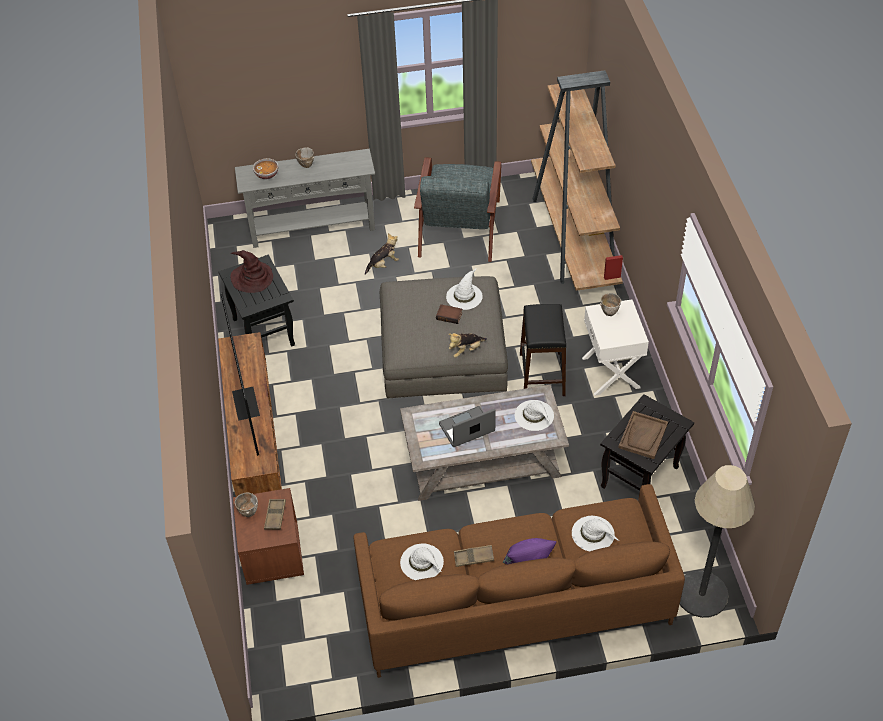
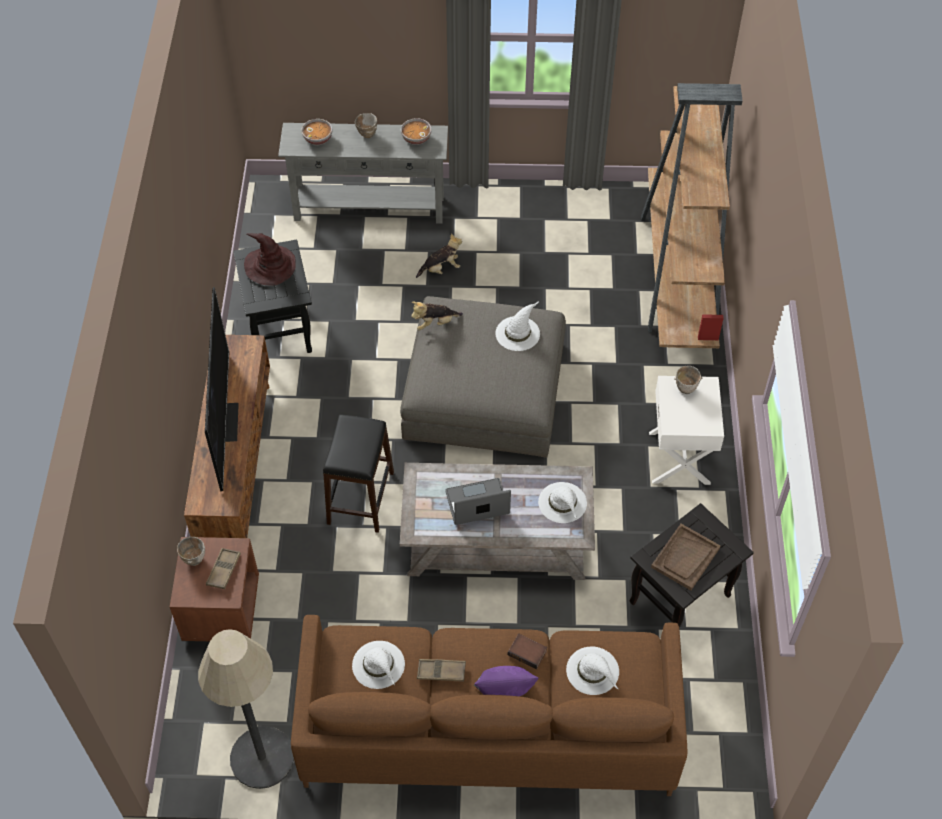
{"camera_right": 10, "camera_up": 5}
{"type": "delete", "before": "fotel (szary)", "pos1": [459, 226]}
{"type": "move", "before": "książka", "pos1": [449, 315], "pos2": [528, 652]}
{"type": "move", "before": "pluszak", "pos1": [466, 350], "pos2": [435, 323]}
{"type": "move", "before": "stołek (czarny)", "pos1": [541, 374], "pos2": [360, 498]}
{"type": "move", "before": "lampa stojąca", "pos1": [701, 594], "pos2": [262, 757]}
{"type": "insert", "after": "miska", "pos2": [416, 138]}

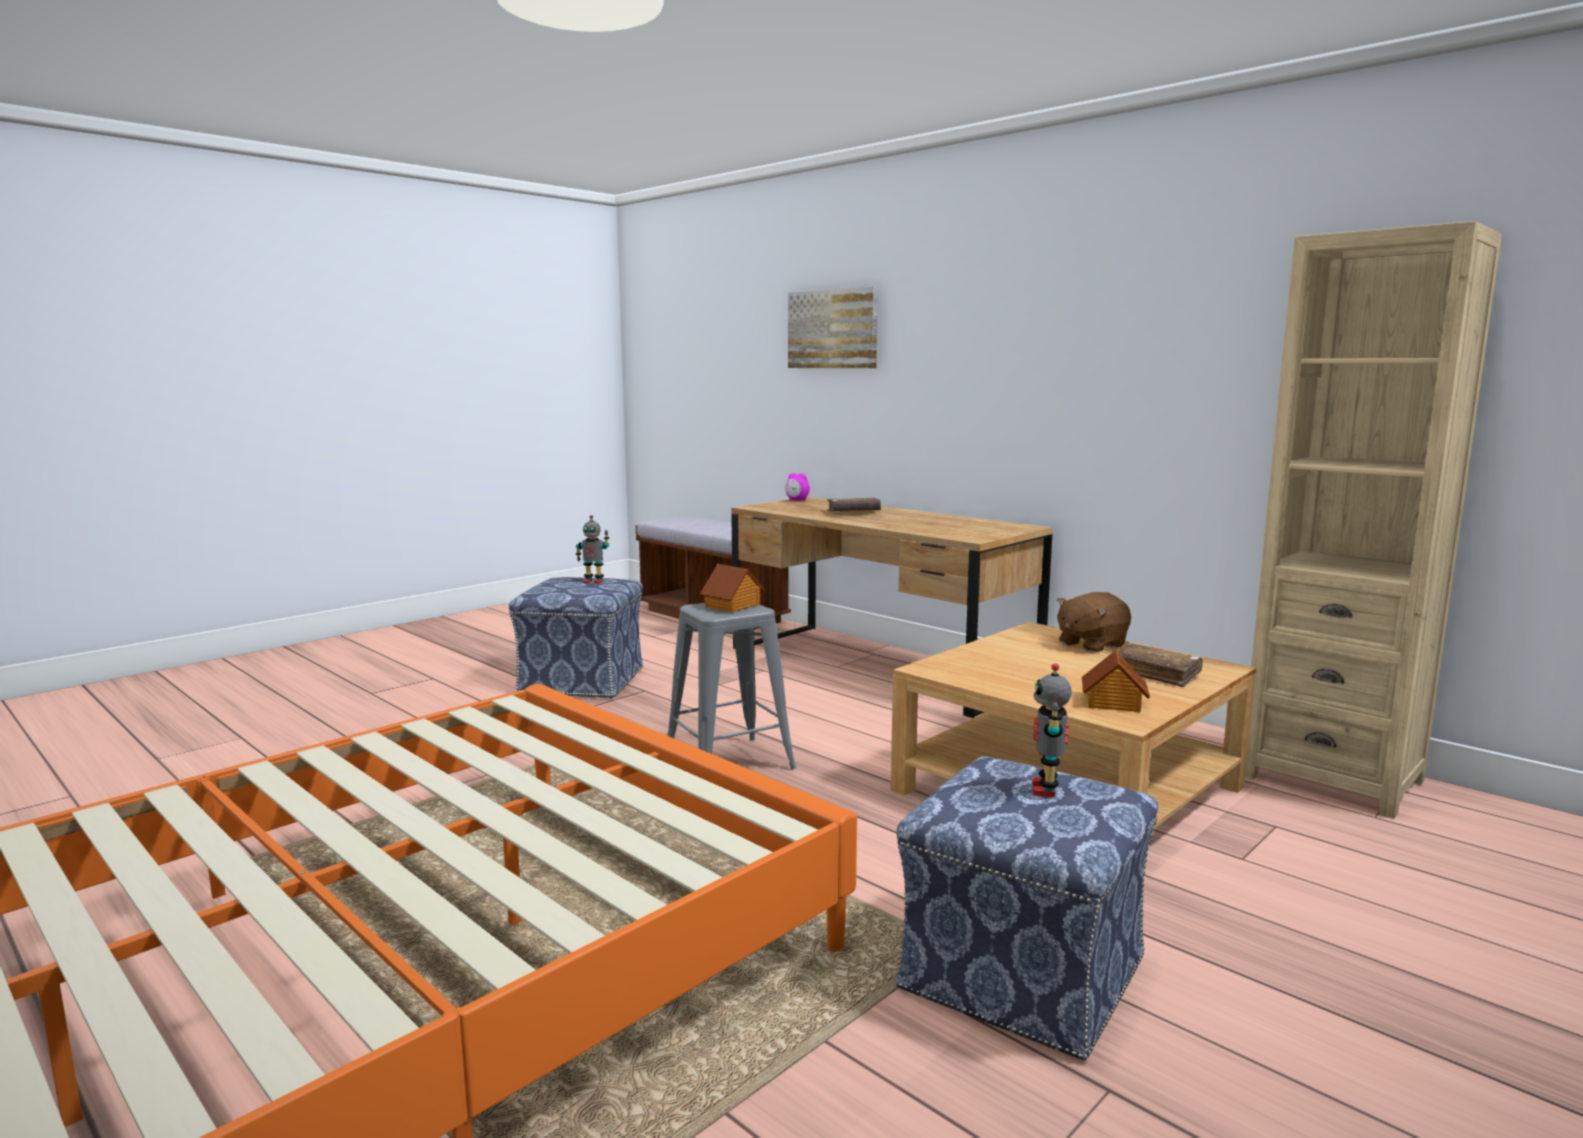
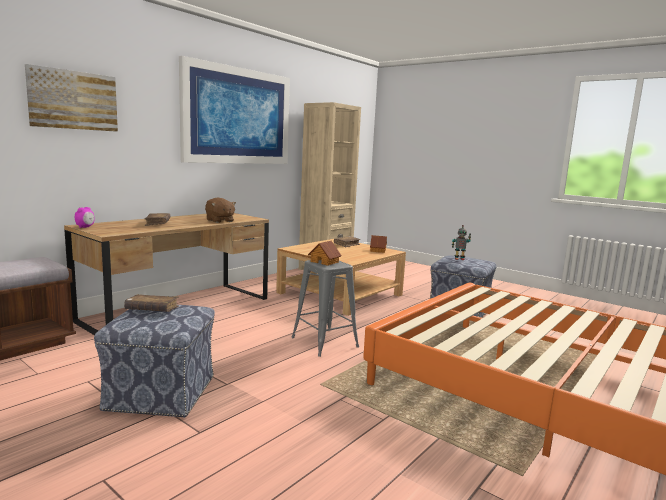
{"camera_right": -95, "camera_up": 0}
{"type": "replace", "before": "robot zabawkowy", "after": "książka (brązowy)", "pos1": [593, 581], "pos2": [152, 310]}
{"type": "move", "before": "pluszak (brązowy)", "pos1": [1090, 644], "pos2": [219, 221]}
{"type": "insert", "after": "obraz", "pos2": [238, 116]}

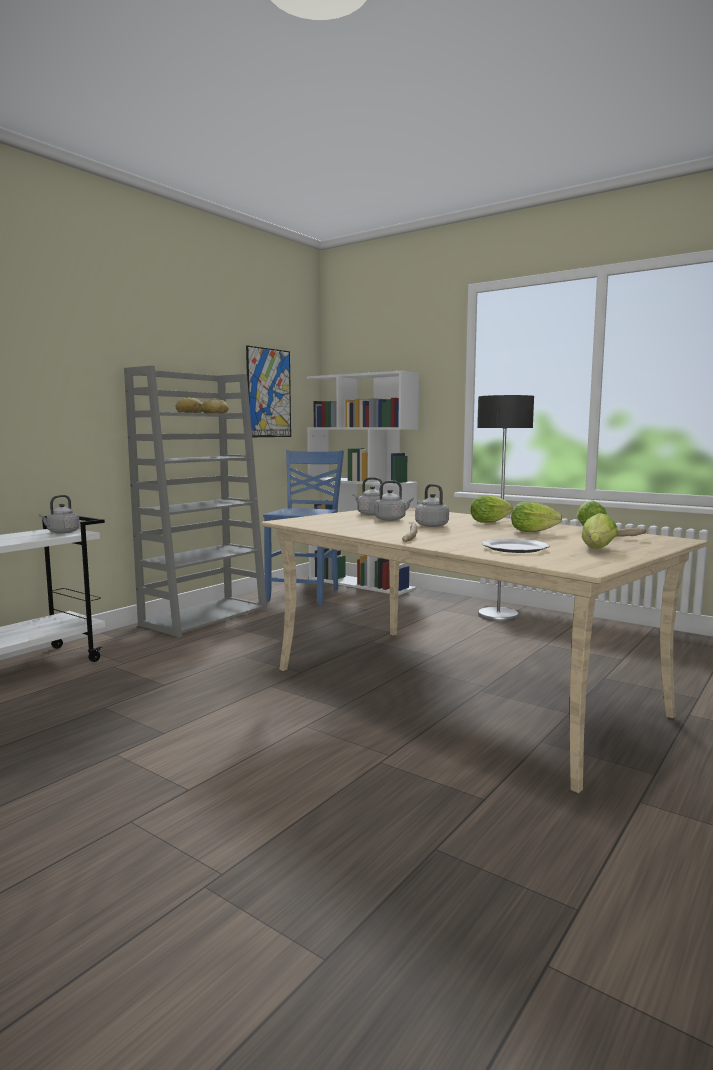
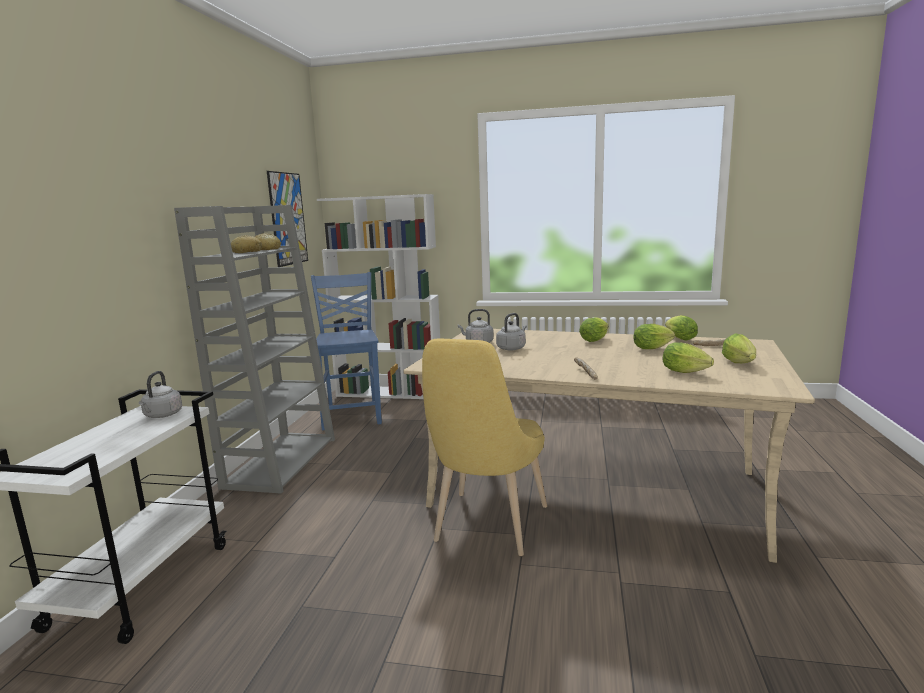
{"camera_right": -25, "camera_up": 5}
{"type": "delete", "before": "czajnik (szary)", "pos1": [430, 525]}
{"type": "delete", "before": "lampa stojąca", "pos1": [498, 615]}
{"type": "replace", "before": "talerz", "after": "sałata", "pos1": [515, 548], "pos2": [687, 372]}
{"type": "insert", "after": "krzesło (żółty)", "pos2": [487, 528]}

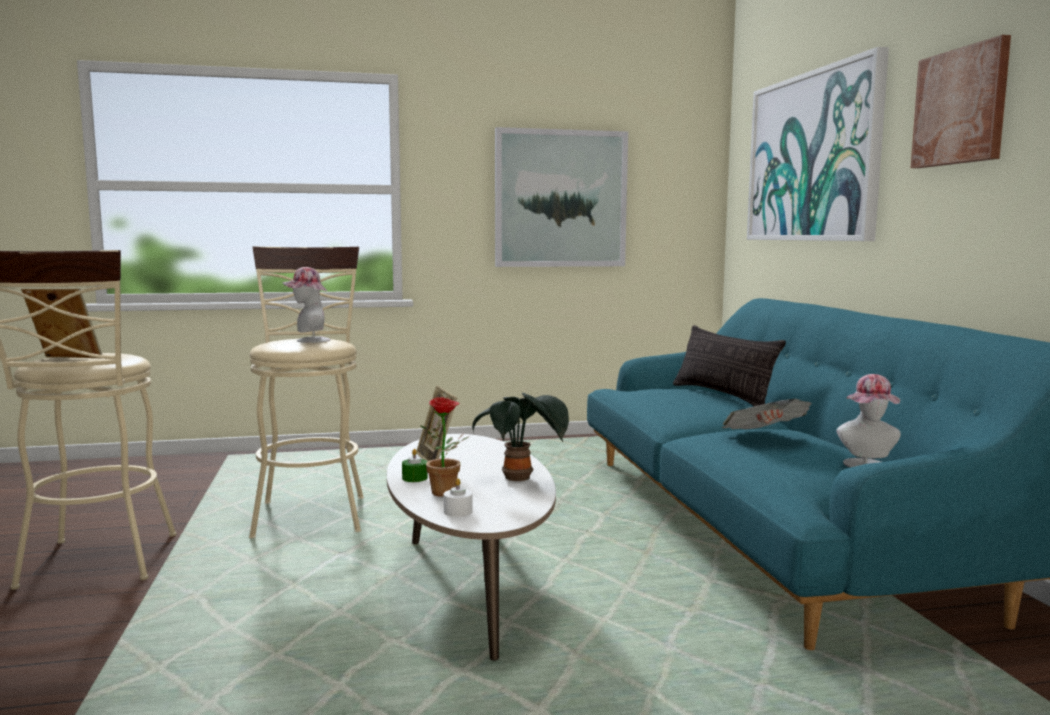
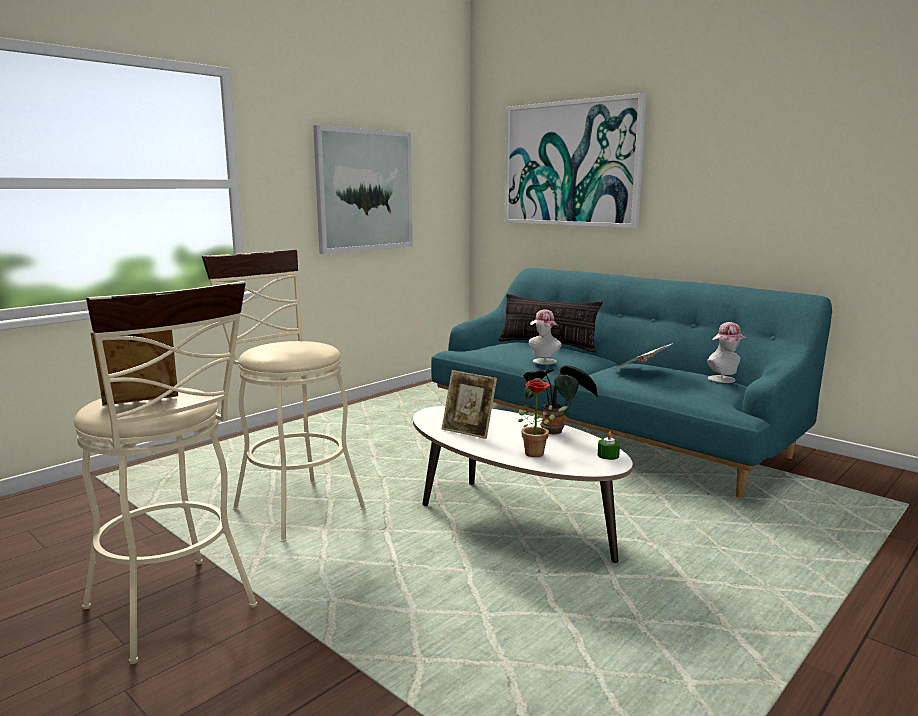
{"camera_right": -35, "camera_up": 5}
{"type": "move", "before": "kapelusz", "pos1": [308, 340], "pos2": [543, 362]}
{"type": "move", "before": "świeca (zielony)", "pos1": [414, 478], "pos2": [608, 455]}
{"type": "delete", "before": "świeca (biały)", "pos1": [458, 511]}
{"type": "delete", "before": "obraz", "pos1": [960, 107]}

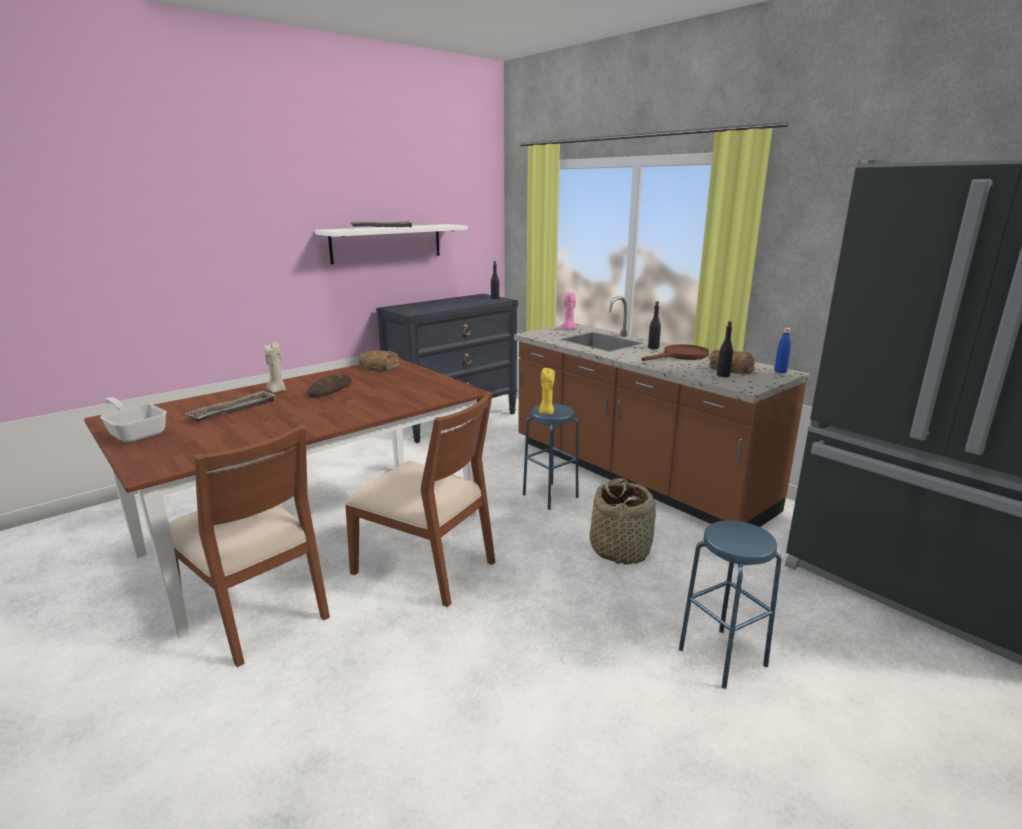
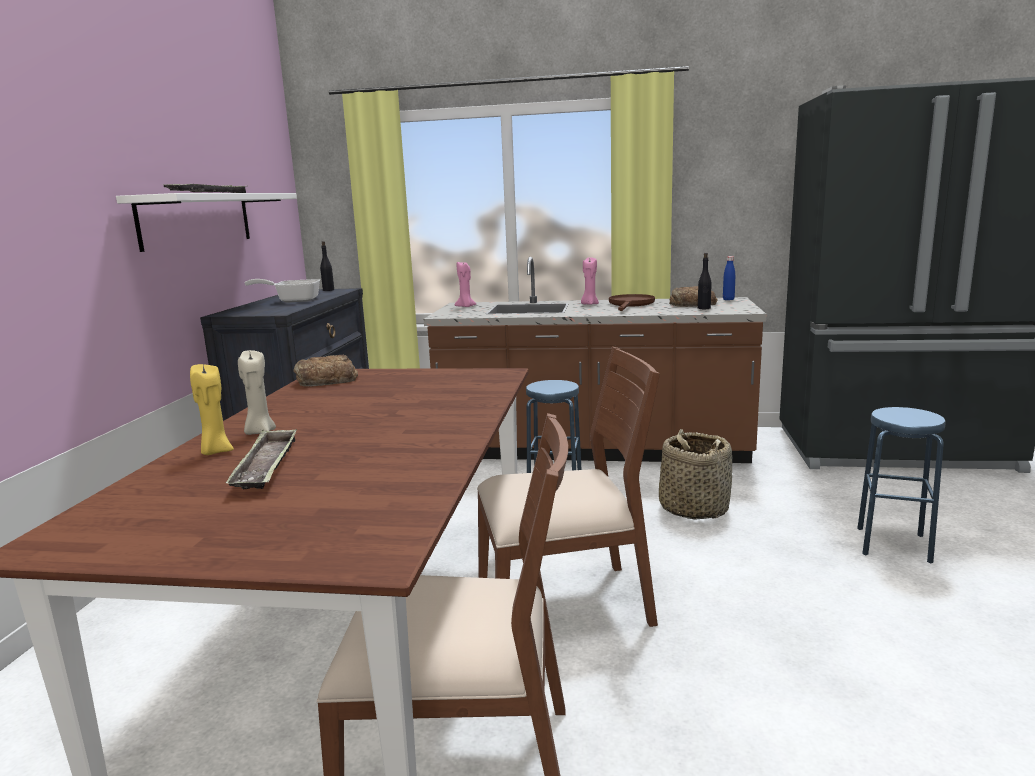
{"camera_right": -40, "camera_up": -5}
{"type": "move", "before": "patelnia", "pos1": [136, 433], "pos2": [293, 300]}
{"type": "delete", "before": "chleb", "pos1": [330, 389]}
{"type": "move", "before": "świeca (żółty)", "pos1": [546, 413], "pos2": [216, 451]}
{"type": "replace", "before": "butelka (czarny)", "after": "świeca (różowy)", "pos1": [653, 348], "pos2": [589, 304]}

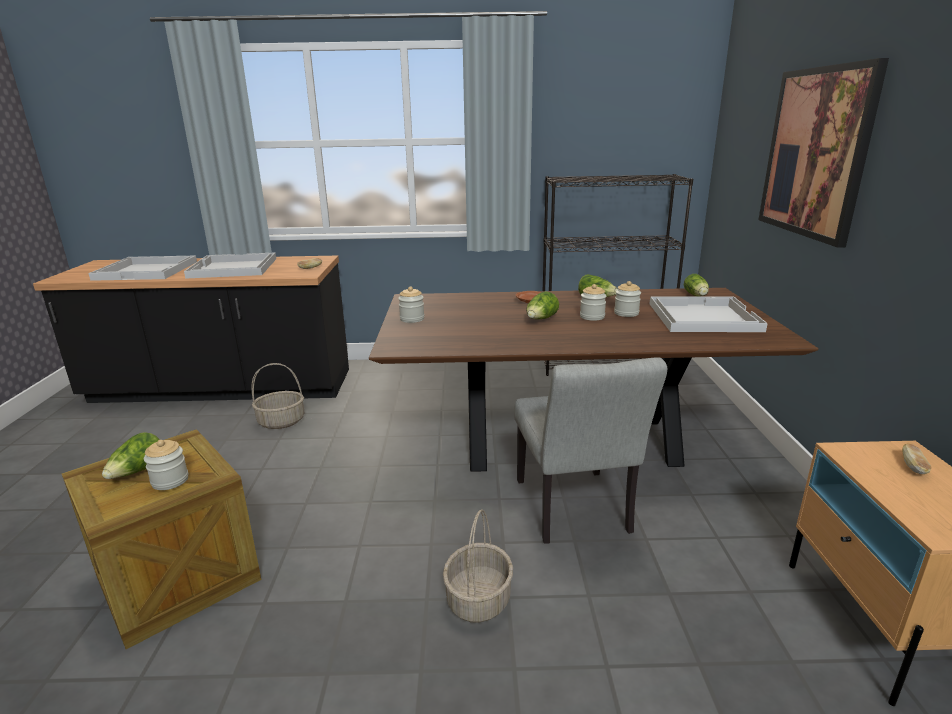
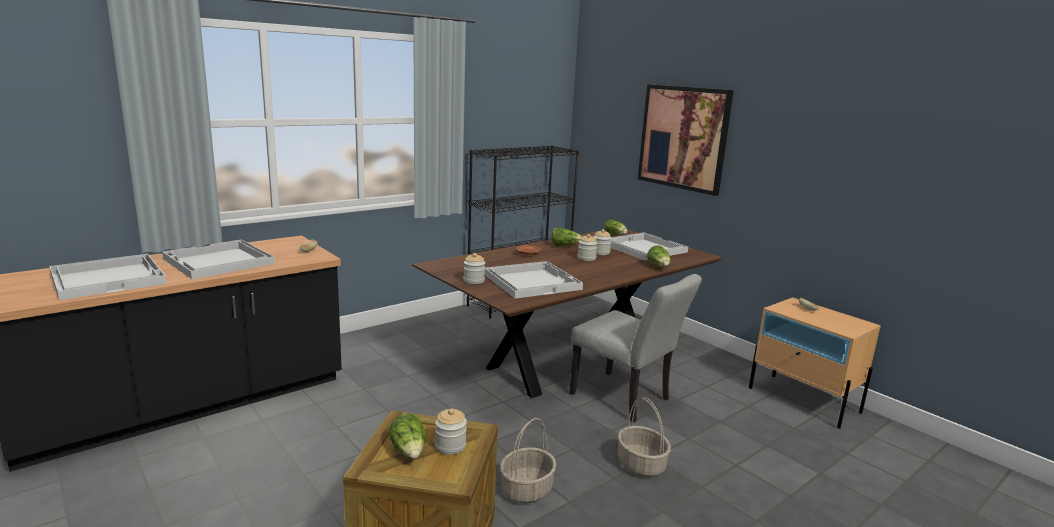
{"camera_right": -40, "camera_up": -5}
{"type": "move", "before": "koszyk", "pos1": [281, 422], "pos2": [527, 490]}
{"type": "move", "before": "sałata", "pos1": [541, 319], "pos2": [659, 267]}
{"type": "insert", "after": "taca (biały)", "pos2": [532, 281]}

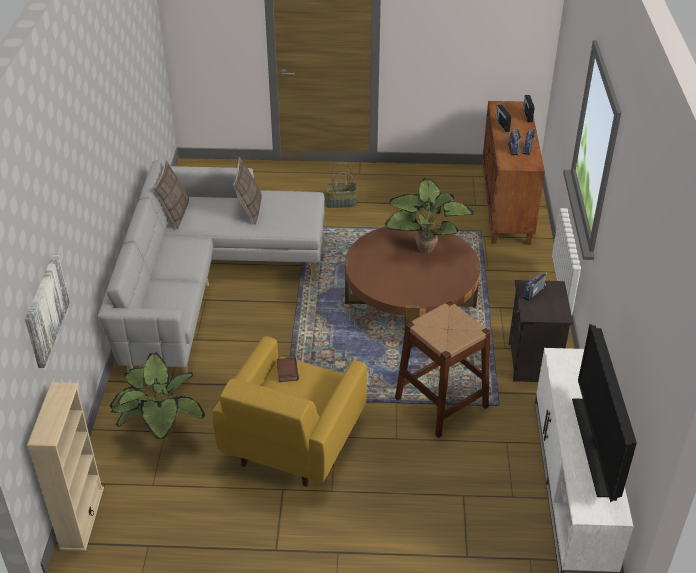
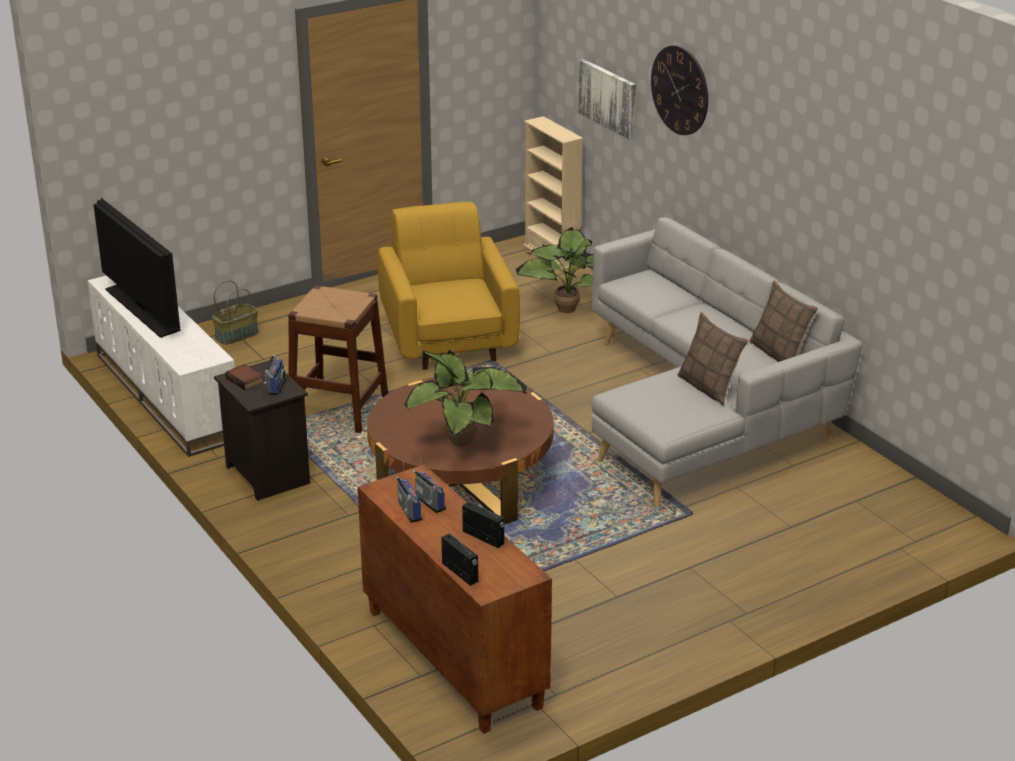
{"camera_right": 145, "camera_up": -10}
{"type": "move", "before": "książka", "pos1": [286, 371], "pos2": [246, 380]}
{"type": "move", "before": "koszyk", "pos1": [341, 203], "pos2": [237, 335]}
{"type": "insert", "after": "zegar ścienny", "pos2": [680, 90]}

